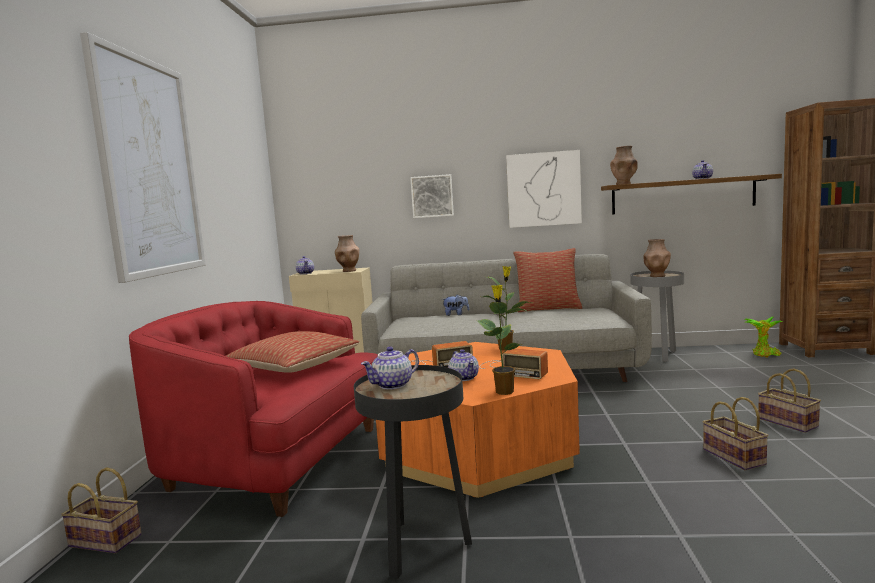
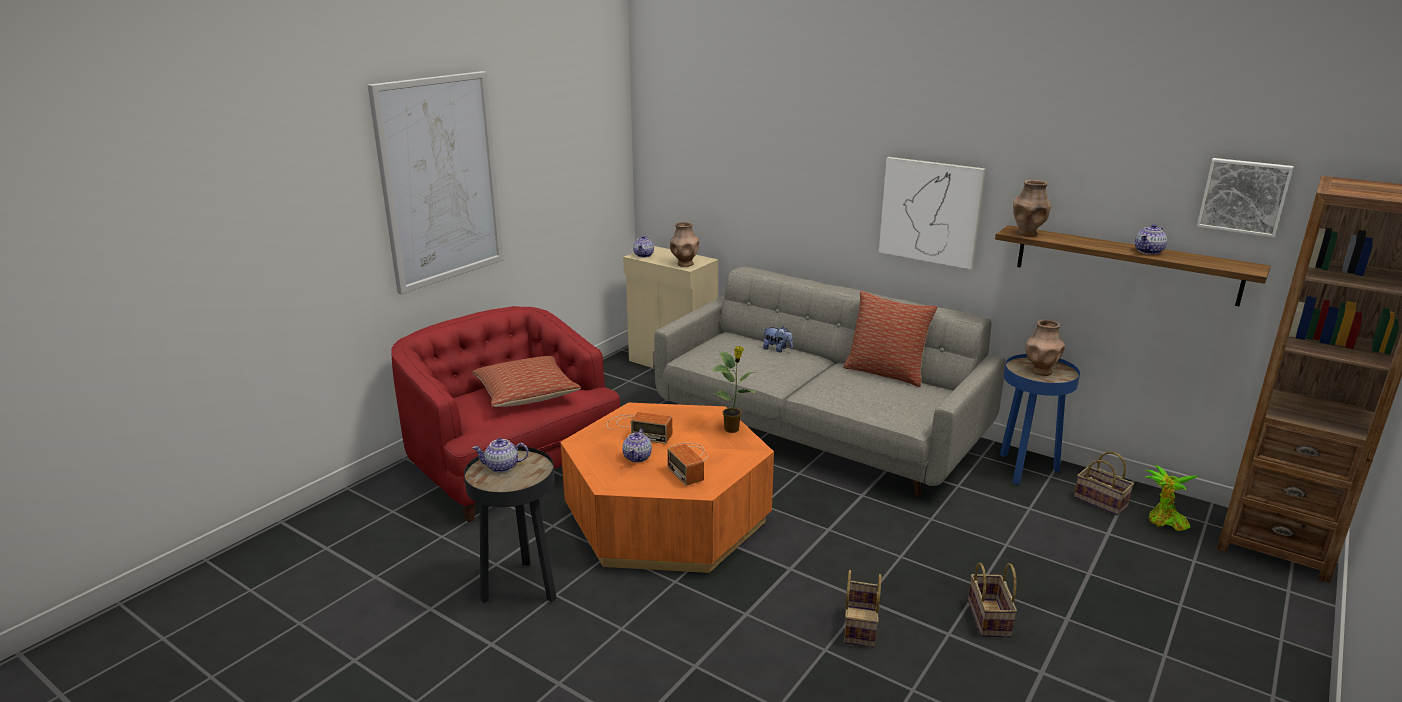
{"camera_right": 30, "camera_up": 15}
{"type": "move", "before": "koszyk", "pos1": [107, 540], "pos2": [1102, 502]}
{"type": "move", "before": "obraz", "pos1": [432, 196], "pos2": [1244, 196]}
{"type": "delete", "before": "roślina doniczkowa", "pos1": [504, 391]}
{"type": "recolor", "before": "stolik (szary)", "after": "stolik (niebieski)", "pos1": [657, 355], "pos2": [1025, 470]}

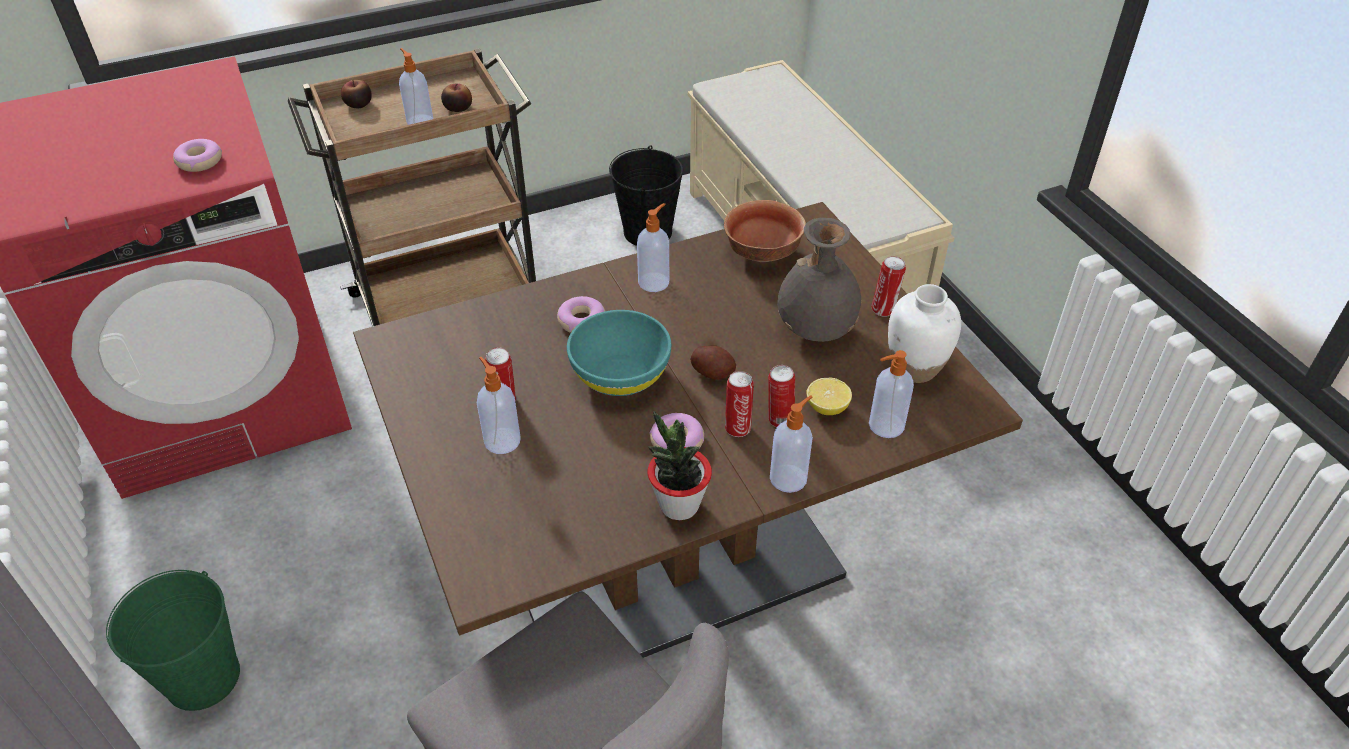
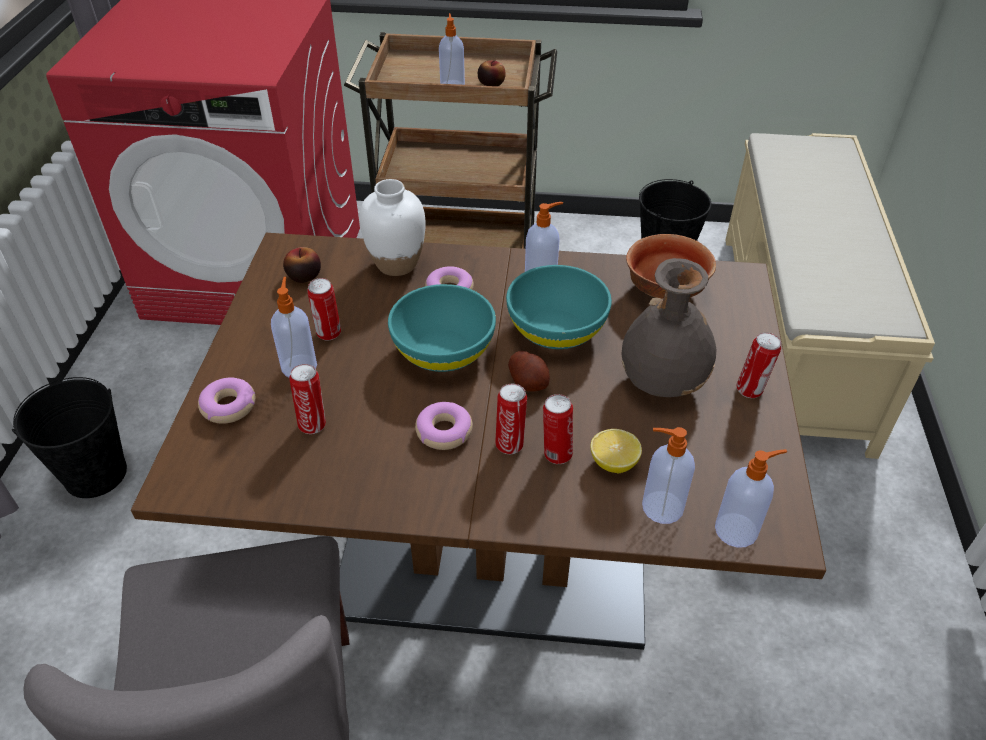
{"camera_right": 30, "camera_up": 0}
{"type": "recolor", "before": "wiadro (zielony)", "after": "wiadro (czarny)", "pos1": [203, 677], "pos2": [96, 474]}
{"type": "move", "before": "donut", "pos1": [200, 161], "pos2": [229, 406]}
{"type": "move", "before": "jabłko", "pos1": [358, 104], "pos2": [304, 276]}
{"type": "delete", "before": "roślina doniczkowa", "pos1": [679, 505]}
{"type": "move", "before": "dozownik mydła", "pos1": [789, 477], "pos2": [737, 530]}
{"type": "move", "before": "wazon (biały)", "pos1": [914, 368], "pos2": [396, 264]}
{"type": "insert", "after": "puszka", "pos2": [313, 424]}
{"type": "insert", "after": "miska (turkusowy)", "pos2": [557, 330]}

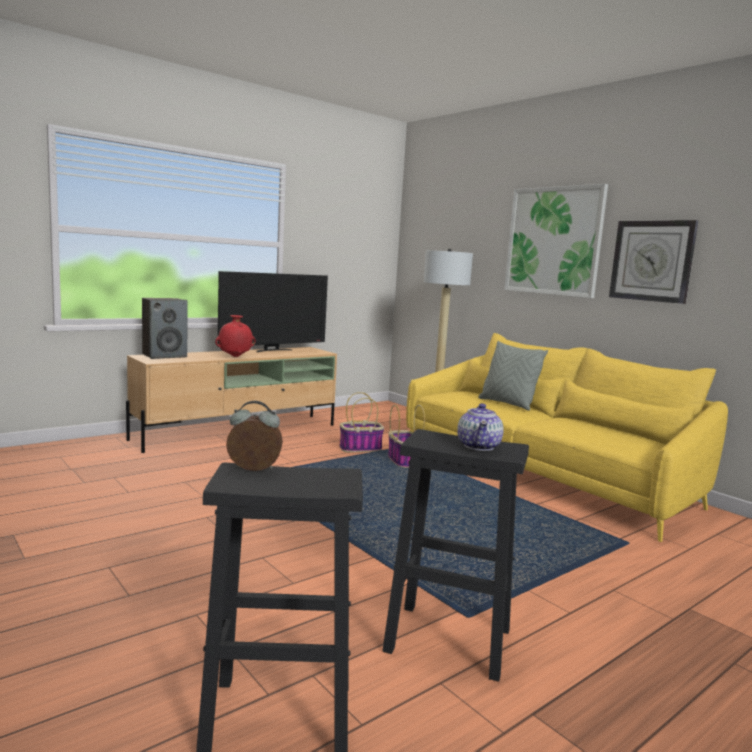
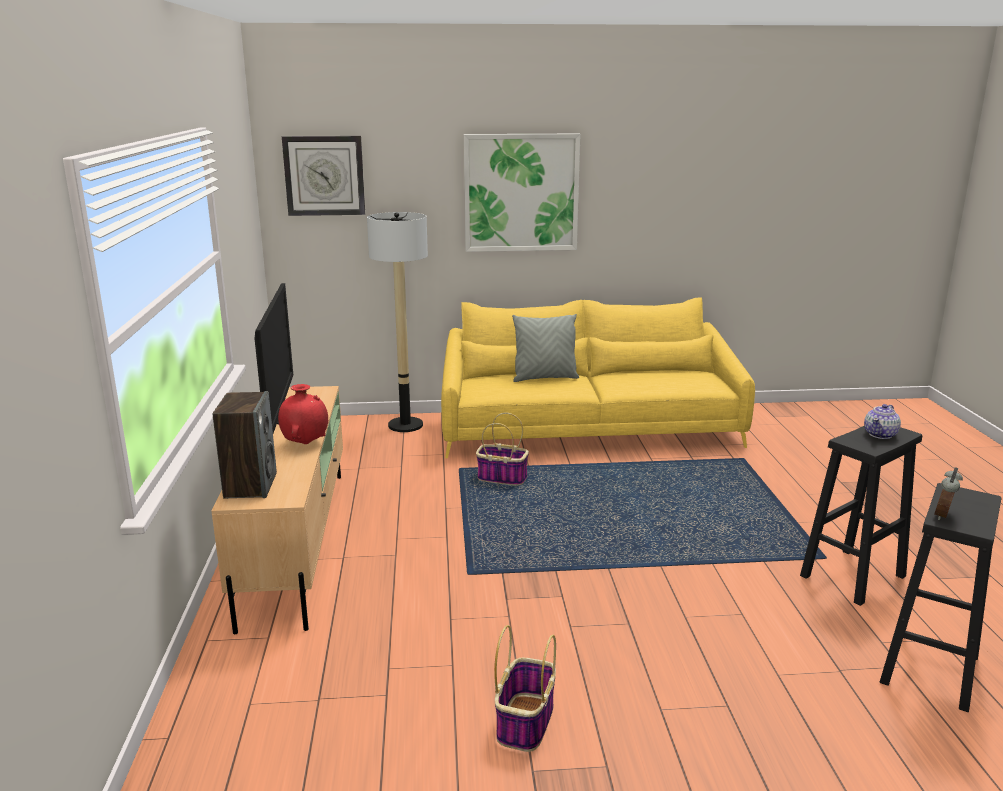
{"camera_right": -55, "camera_up": 10}
{"type": "move", "before": "koszyk", "pos1": [360, 448], "pos2": [525, 721]}
{"type": "rotate", "before": "imbryk", "pos1": [479, 446], "pos2": [880, 434], "turn": 90}
{"type": "move", "before": "zegar ścienny", "pos1": [652, 261], "pos2": [324, 175]}

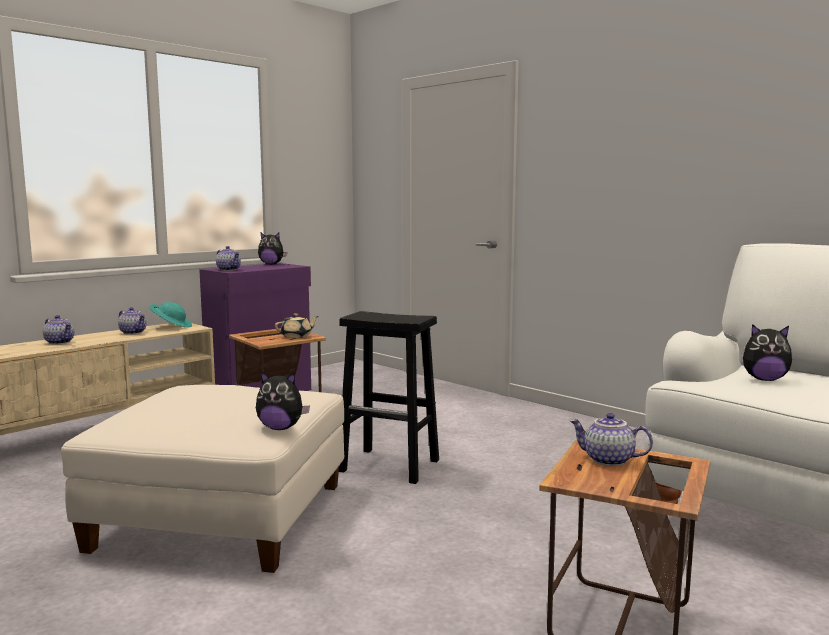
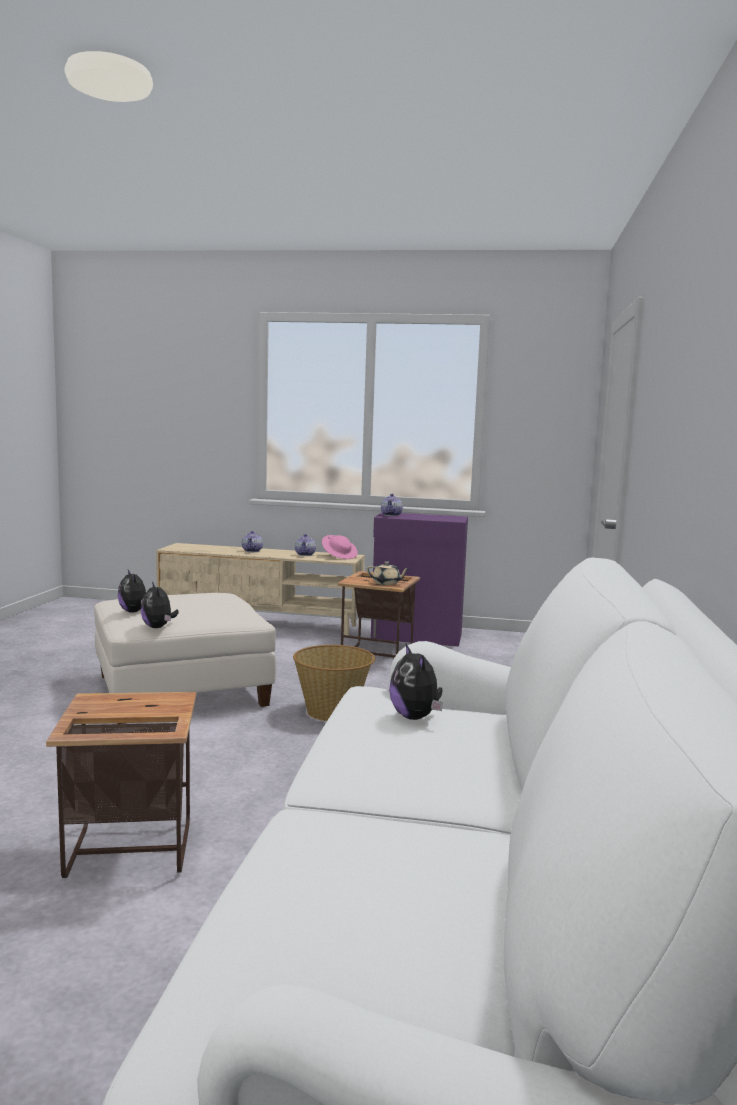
{"camera_right": 55, "camera_up": 0}
{"type": "recolor", "before": "kapelusz (turkusowy)", "after": "kapelusz (różowy)", "pos1": [171, 326], "pos2": [339, 556]}
{"type": "move", "before": "pluszak", "pos1": [271, 264], "pos2": [134, 612]}
{"type": "replace", "before": "stołek (czarny)", "after": "koszyk", "pos1": [391, 466], "pos2": [332, 712]}
{"type": "delete", "before": "imbryk", "pos1": [607, 460]}

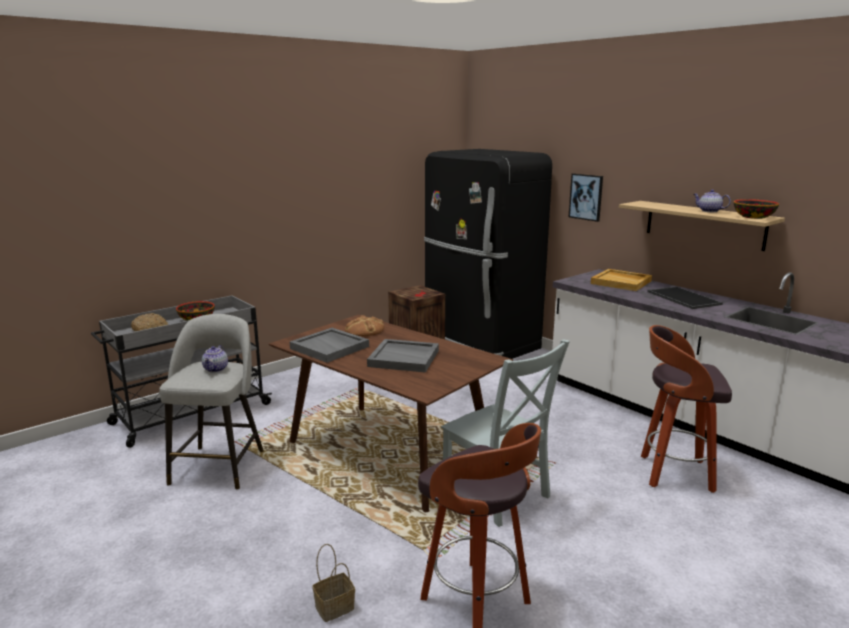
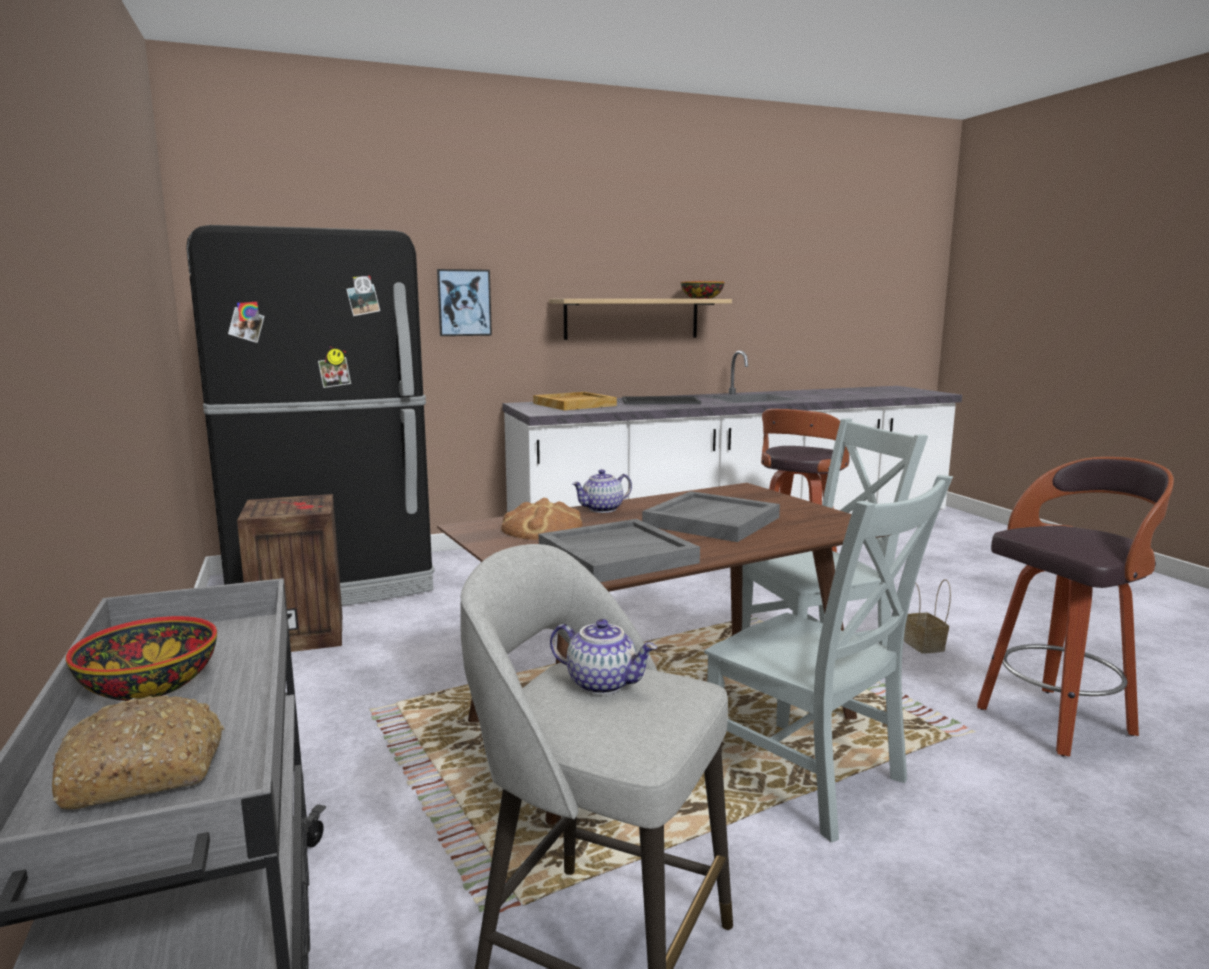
{"camera_right": -70, "camera_up": -5}
{"type": "move", "before": "koszyk", "pos1": [334, 608], "pos2": [925, 645]}
{"type": "move", "before": "imbryk", "pos1": [709, 211], "pos2": [602, 509]}
{"type": "insert", "after": "krzesło (szary)", "pos2": [811, 780]}

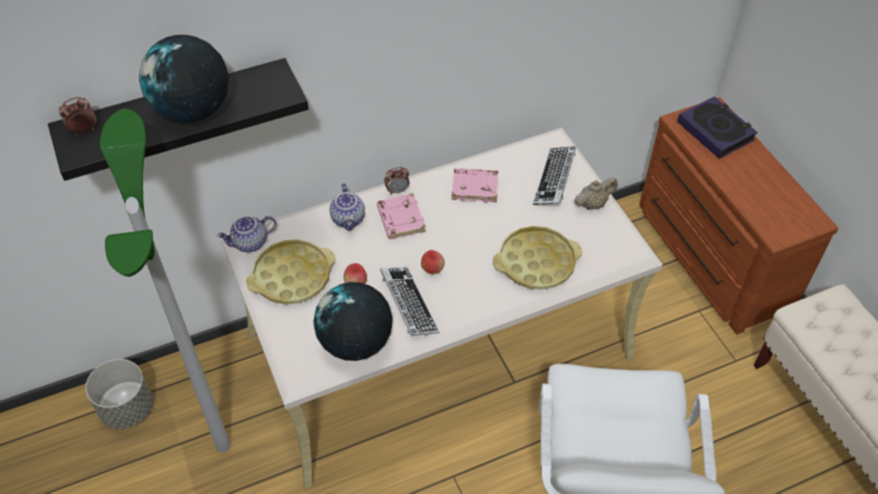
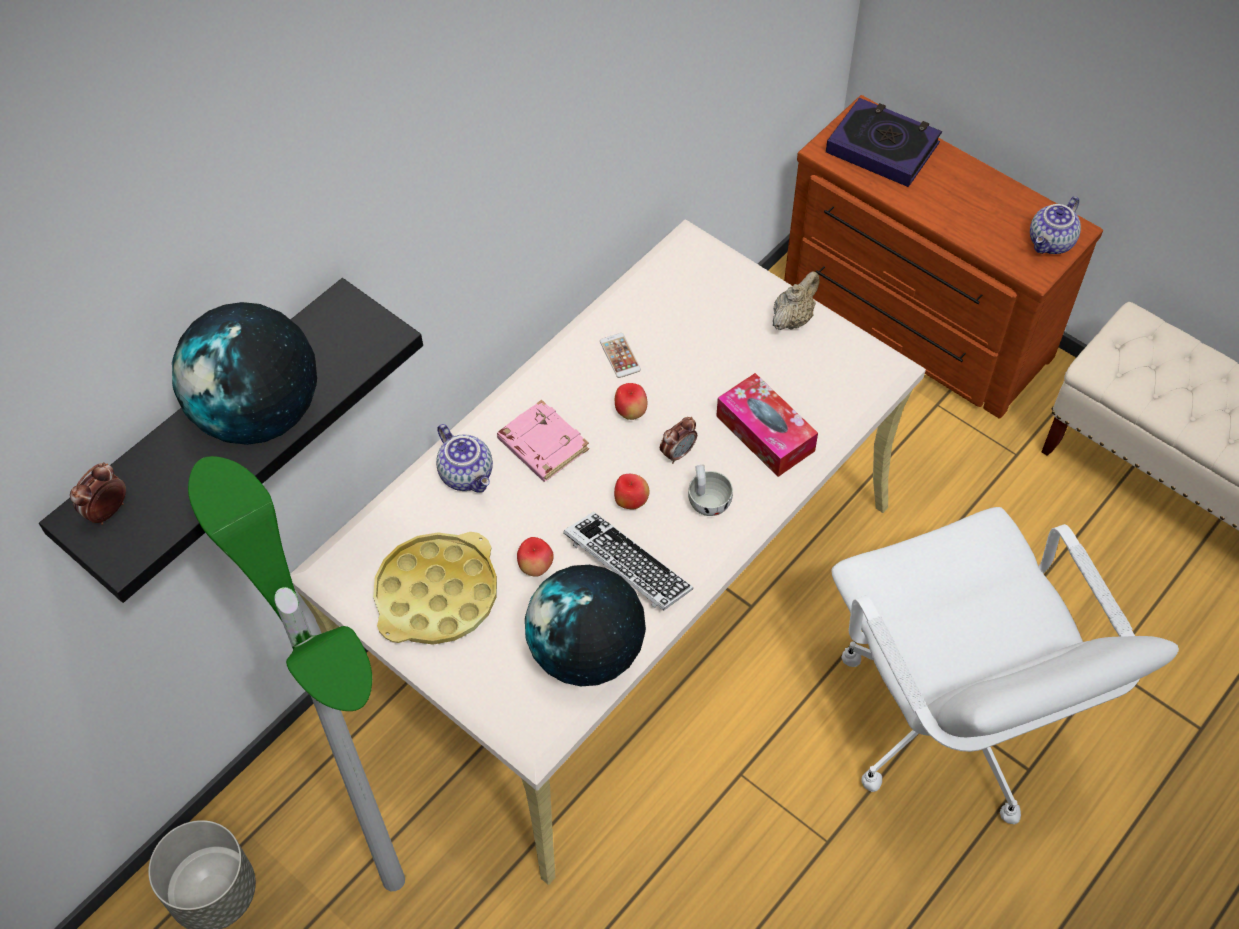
{"camera_right": -25, "camera_up": 5}
{"type": "move", "before": "imbryk", "pos1": [250, 243], "pos2": [1051, 243]}
{"type": "move", "before": "budzik", "pos1": [397, 190], "pos2": [678, 453]}
{"type": "replace", "before": "książka (różowy)", "after": "telefon", "pos1": [475, 187], "pos2": [620, 356]}
{"type": "replace", "before": "taca (żółty)", "after": "pudełko chusteczek", "pos1": [536, 262], "pos2": [765, 433]}
{"type": "delete", "before": "klawiatura", "pos1": [554, 179]}
{"type": "insert", "after": "jabłko", "pos2": [631, 412]}
{"type": "insert", "after": "filiżanka (biały)", "pos2": [707, 499]}

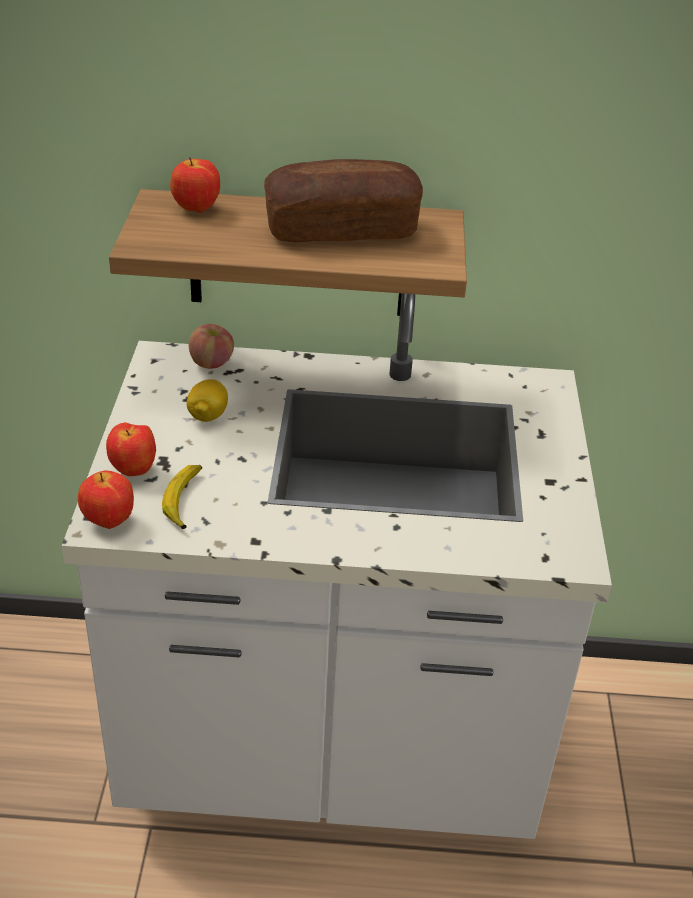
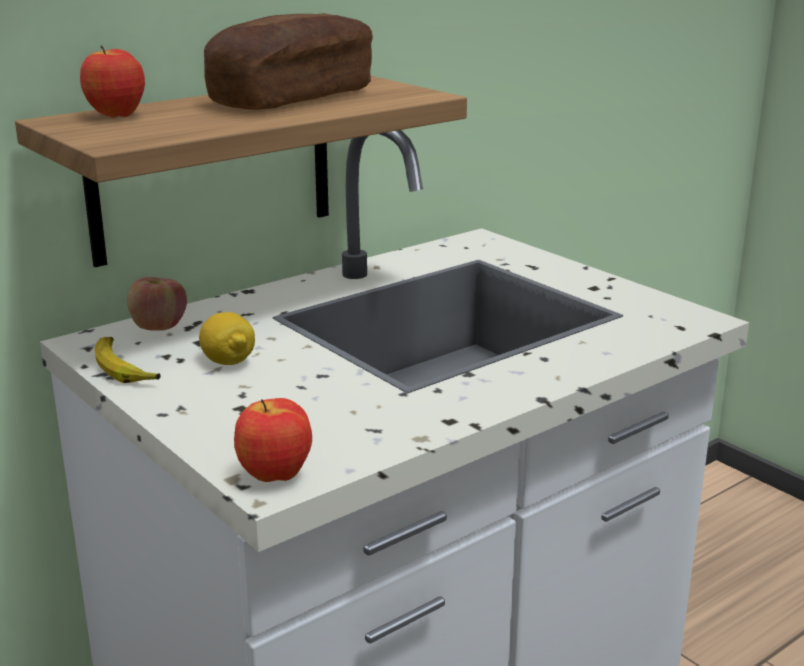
{"camera_right": -40, "camera_up": -15}
{"type": "delete", "before": "jabłko", "pos1": [134, 471]}
{"type": "move", "before": "banan", "pos1": [185, 501], "pos2": [124, 368]}

